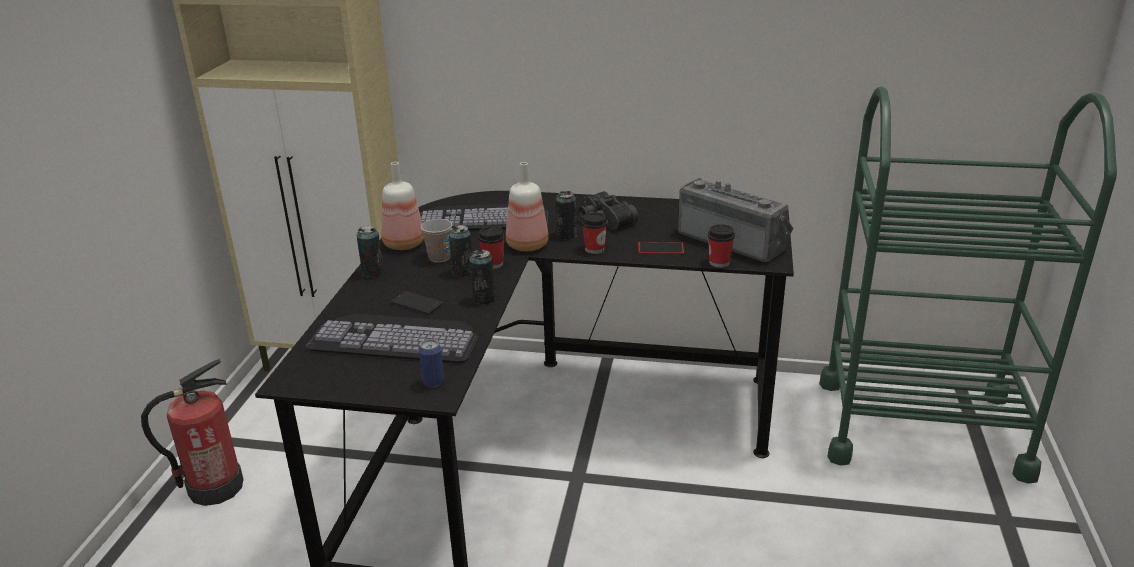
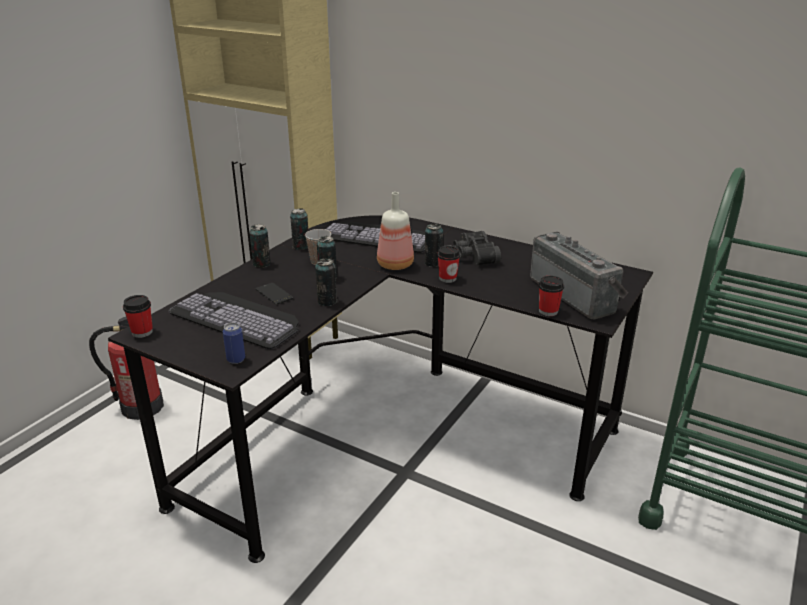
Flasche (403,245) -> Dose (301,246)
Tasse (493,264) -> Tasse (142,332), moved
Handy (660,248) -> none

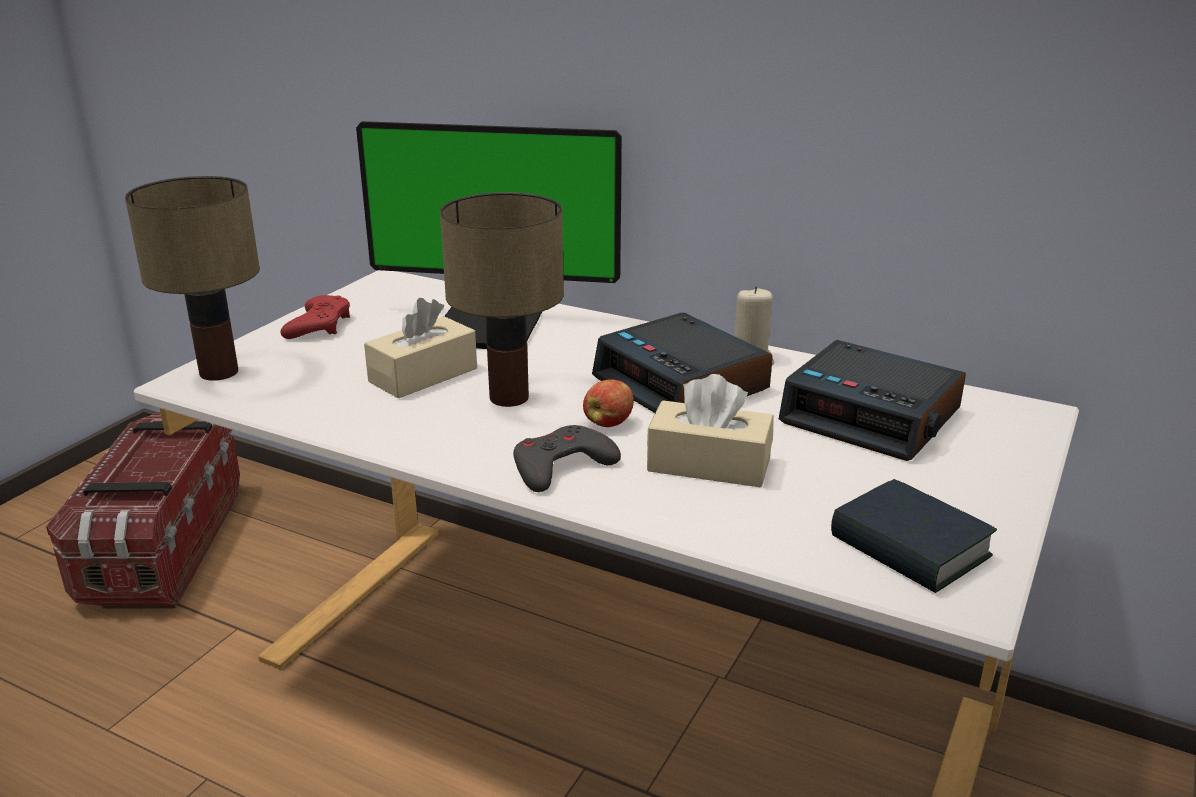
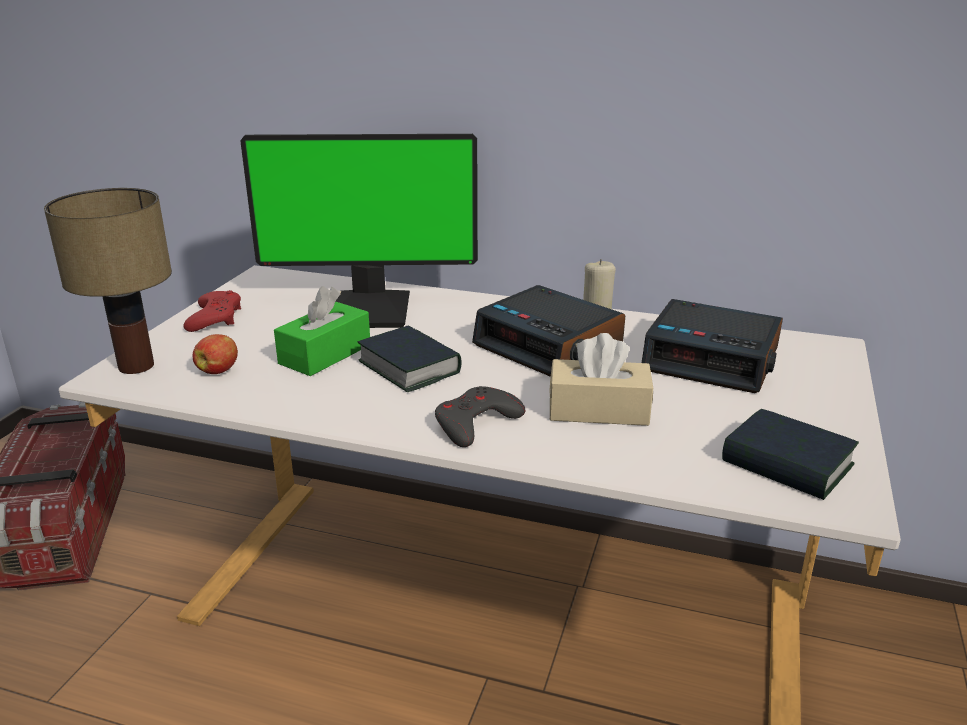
Taschentuchbox (beige) (423,375) -> Taschentuchbox (grün) (325,354)
Tischlampe (511,397) -> Buch (409,367)
Apfel (609,423) -> Apfel (219,371), moved

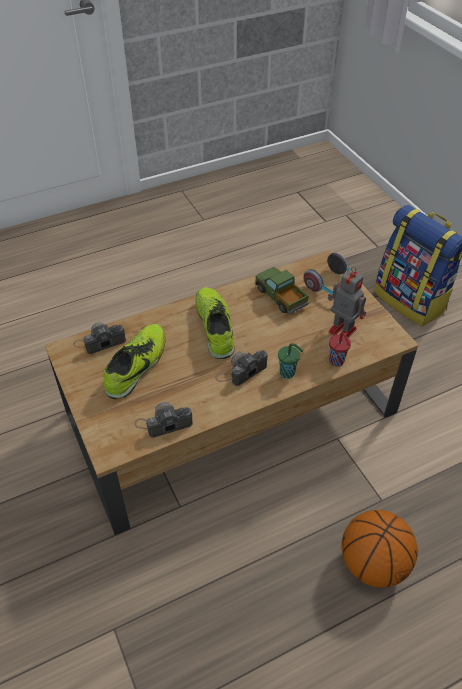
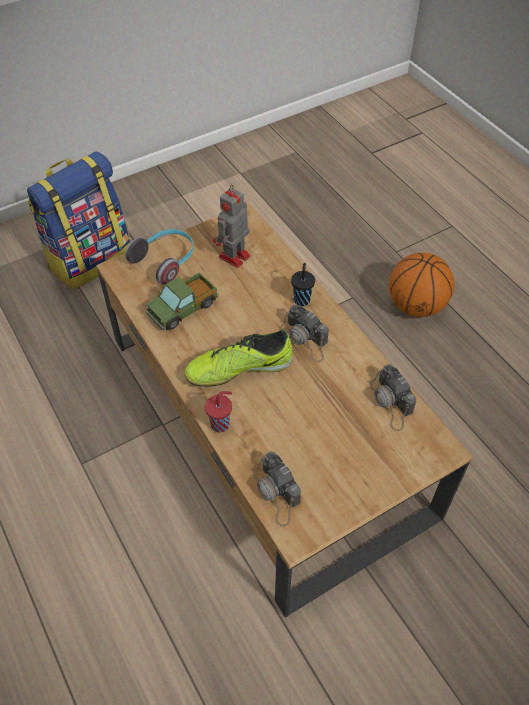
Schuh (137,366) -> none
Tasse (grün) (288,373) -> Tasse (schwarz) (302,299)
Tasse (rot) (337,362) -> Tasse (rot) (221,424), moved

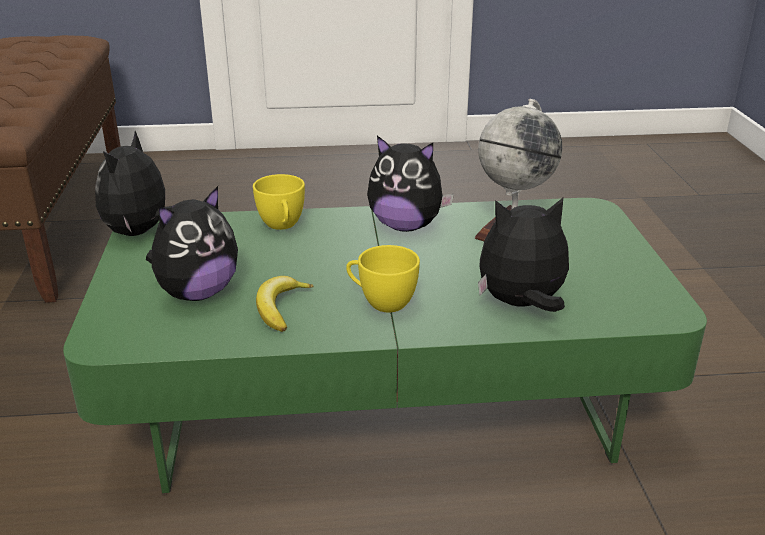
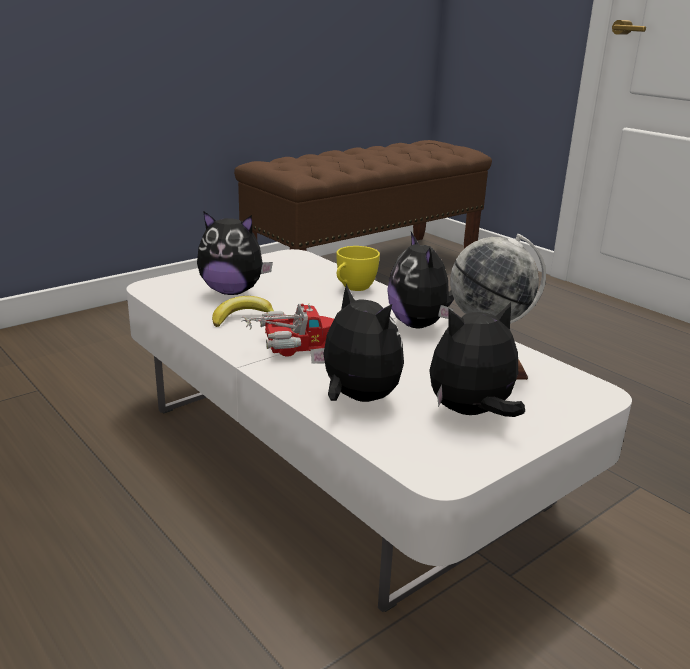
Couchtisch (grün) (382,394) -> Couchtisch (weiß) (340,454)
Plüschtier (141,232) -> Plüschtier (471,413), moved
Tasse (gelb) (381,302) -> Spielzeuglaster (291,346)

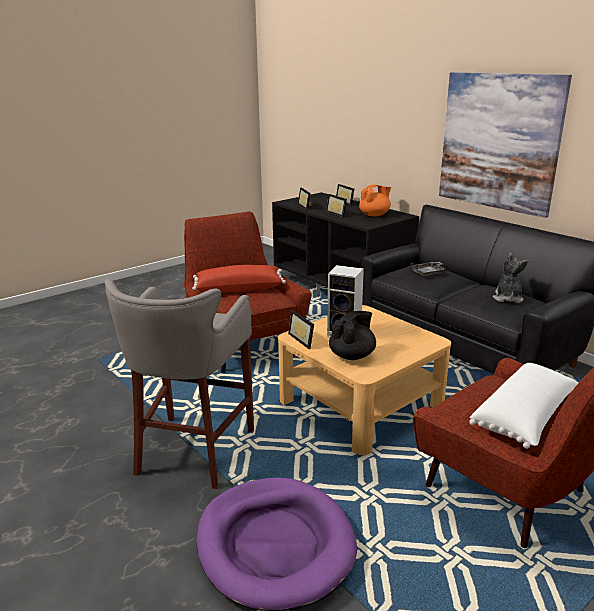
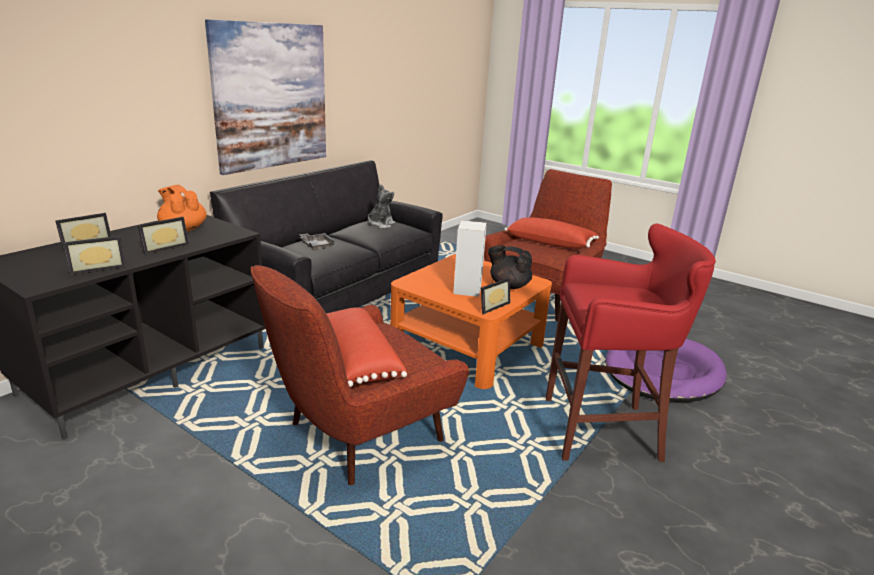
Hocker (grau) (192,453) -> Hocker (rot) (604,430)
Couchtisch (beige) (361,404) -> Couchtisch (orange) (467,346)
Kissen (weiß) (526,417) -> Kissen (rot) (550,243)
Plüschtier (507,298) -> Plüschtier (380,225), 120 degrees clockwise

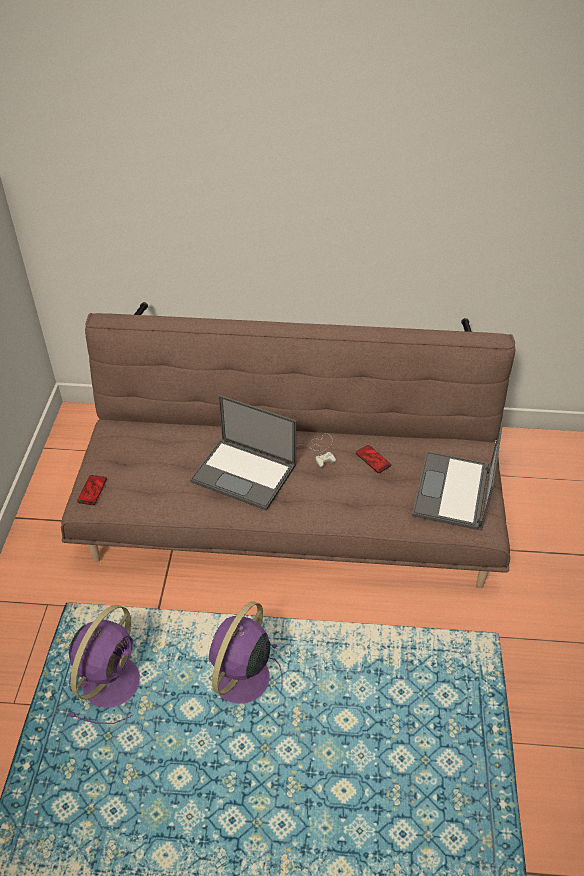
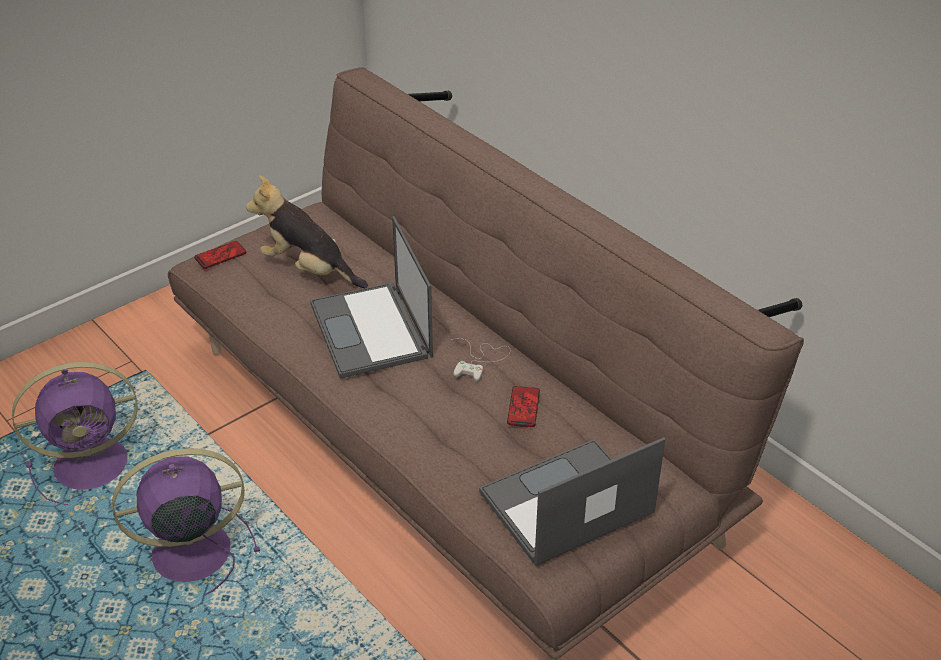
none -> Plüschtier (309,269)

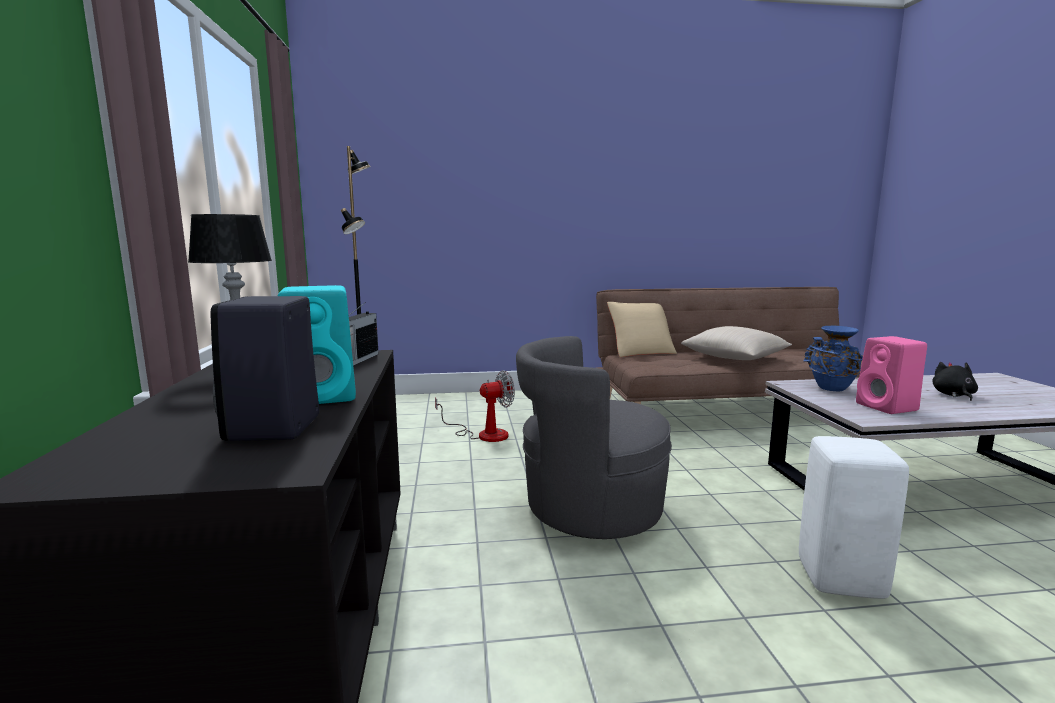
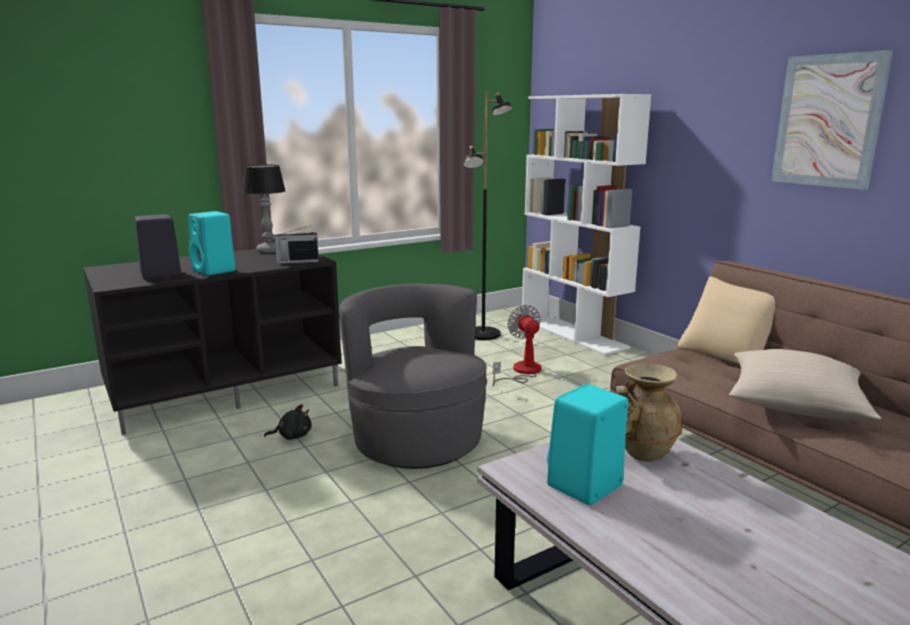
Ventilator (483,434) -> Ventilator (521,372), 150 degrees counterclockwise
Hocker (weiß) (839,580) -> none
Vase (blau) (831,389) -> Vase (beige) (641,453)
Lautsprecher (rosa) (888,407) -> Lautsprecher (türkis) (584,487)
Plüschtier (schwarz) (953,395) -> Plüschtier (schwarz) (292,436), moved
none -> Bücherregal (weiß) (573,334)
none -> Bild (827,121)

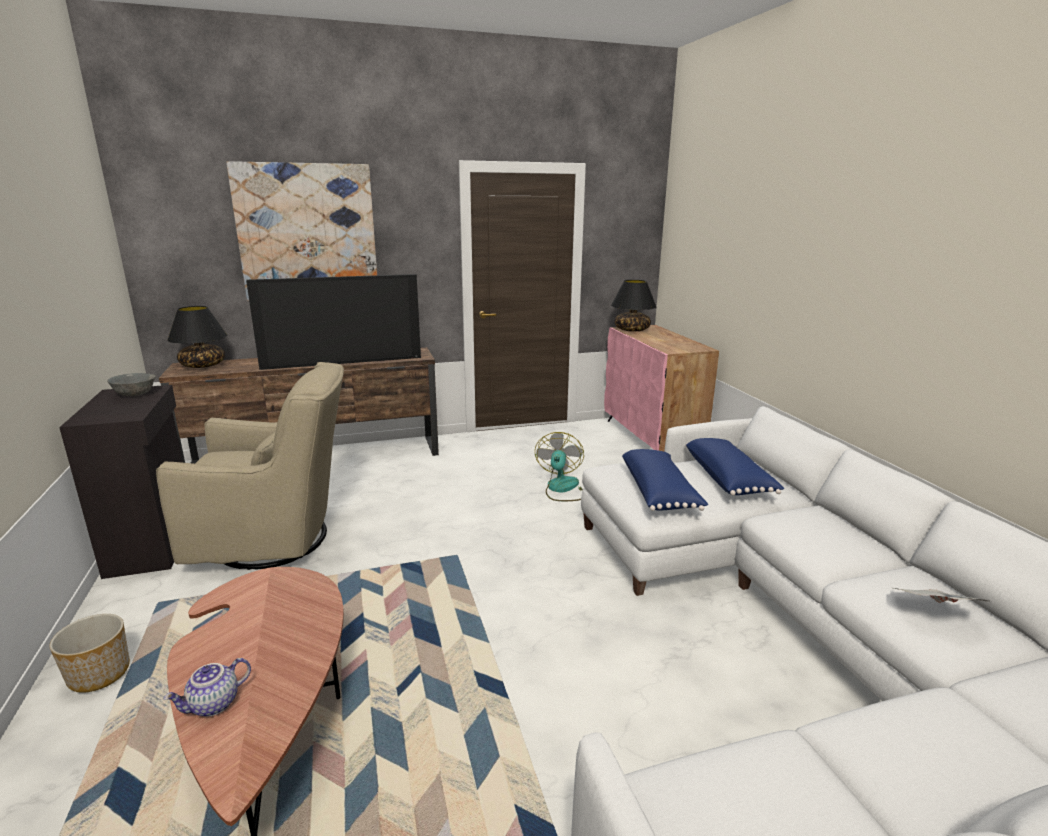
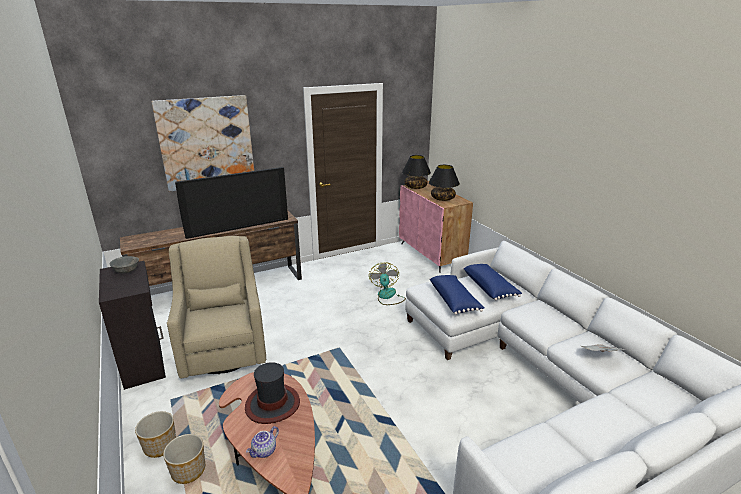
Sessel (beige) (277,540) -> Sessel (beige) (224,350), 90 degrees counterclockwise
Tischlampe (schwarz) (202,365) -> Tischlampe (schwarz) (442,199), moved
none -> Pflanzkübel (188,471)
none -> Hut (272,404)

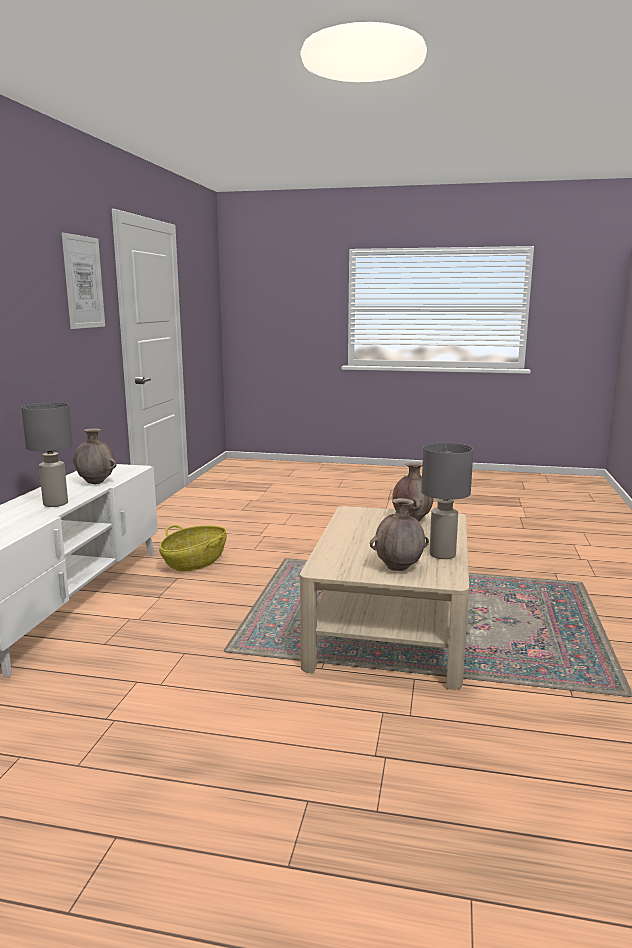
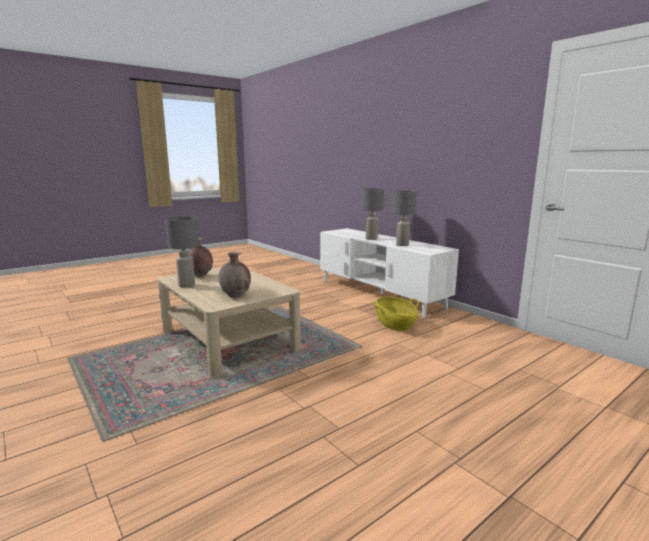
Bild (83,282) -> none
Vase (braun) (96,482) -> Tischlampe (grau) (402,245)

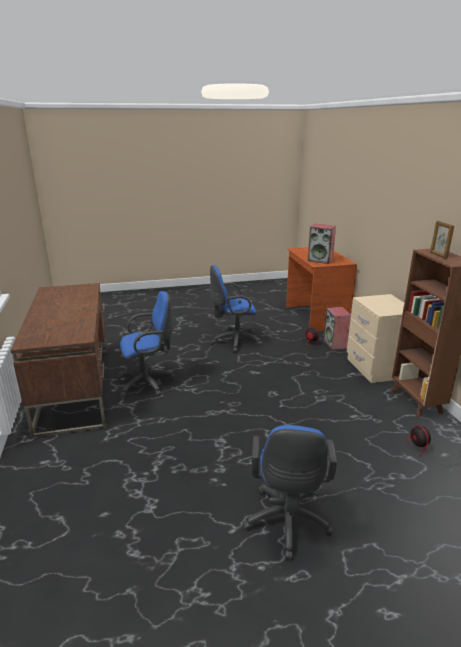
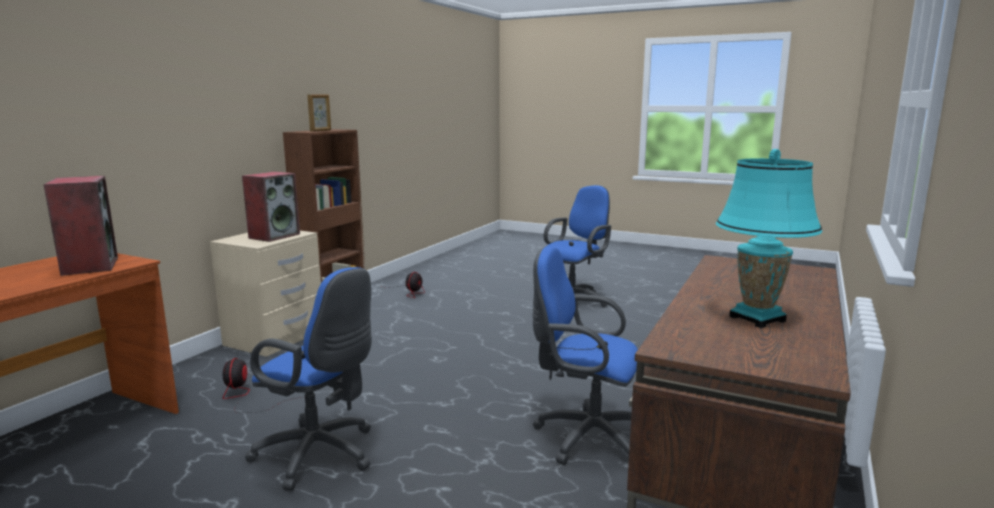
Lautsprecher (335,344) -> Lautsprecher (274,236), moved
none -> Tischlampe (türkis) (757,319)

